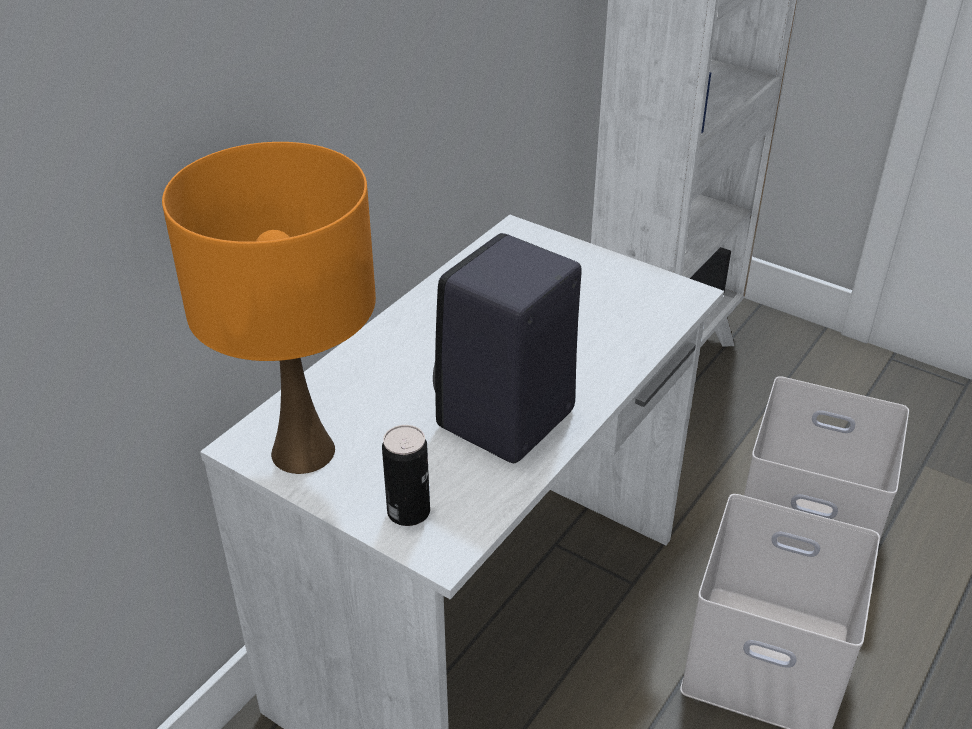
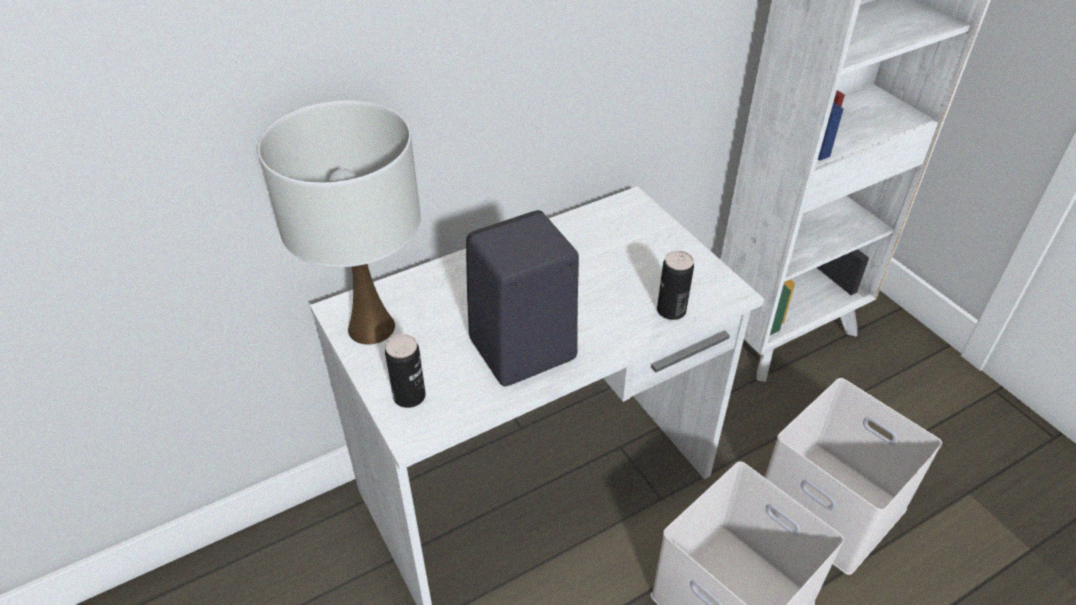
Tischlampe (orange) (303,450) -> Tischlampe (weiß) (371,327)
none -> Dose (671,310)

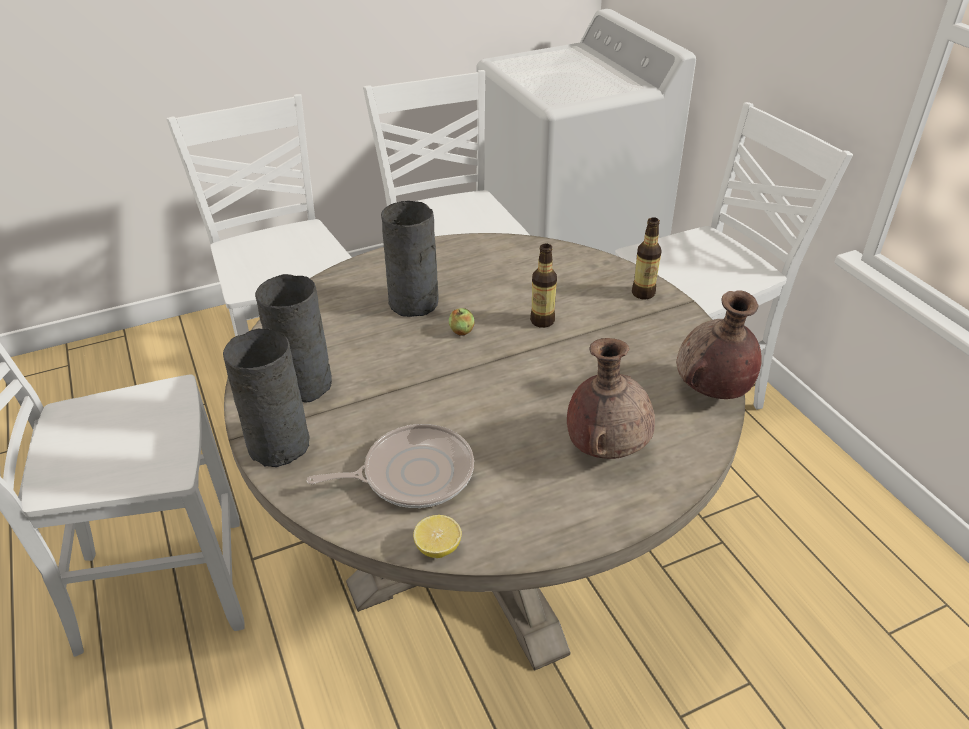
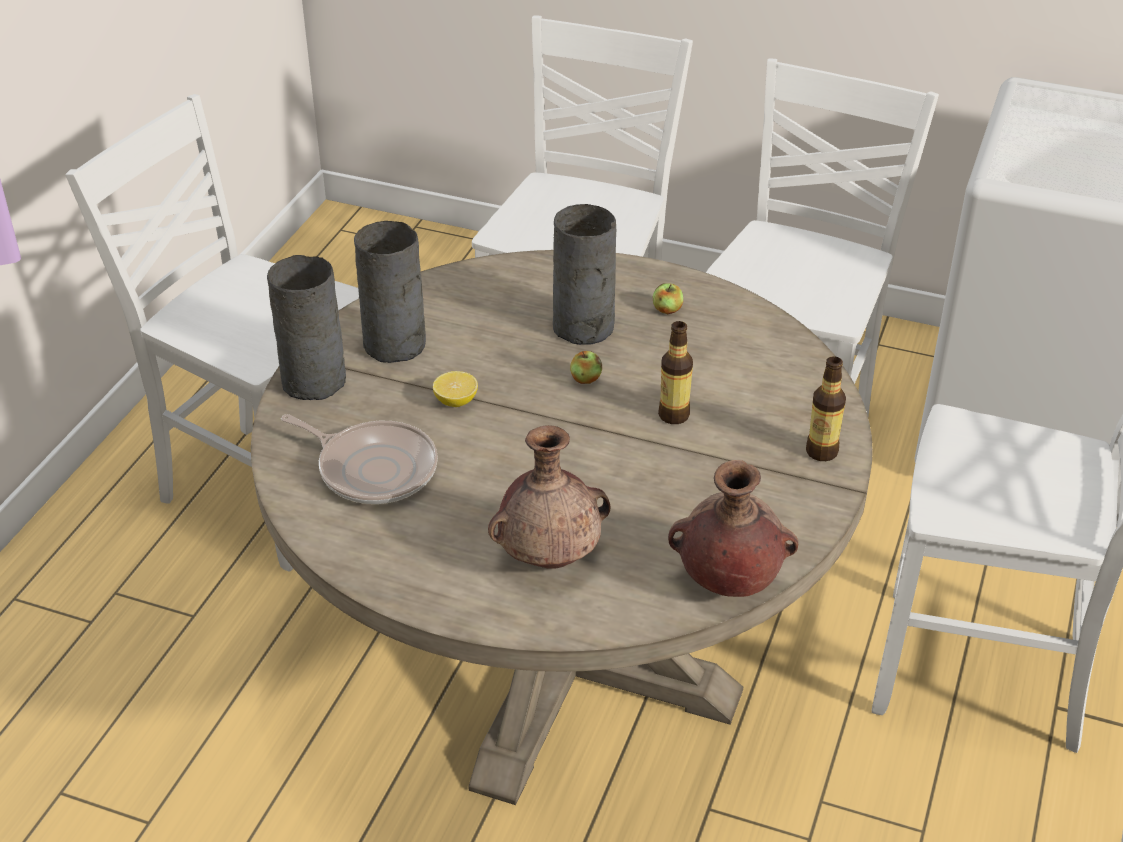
Zitrone (438,547) -> Zitrone (456,401), moved
none -> Apfel (667,310)

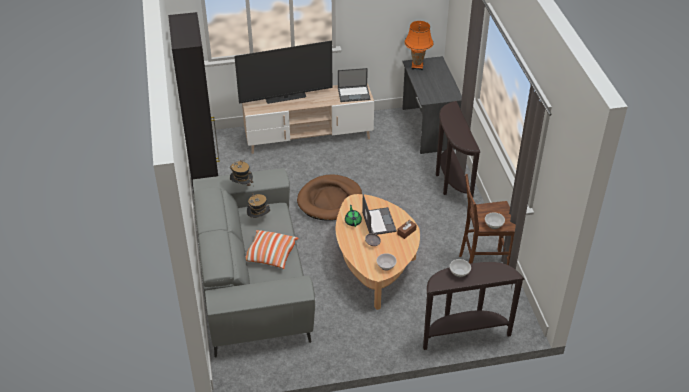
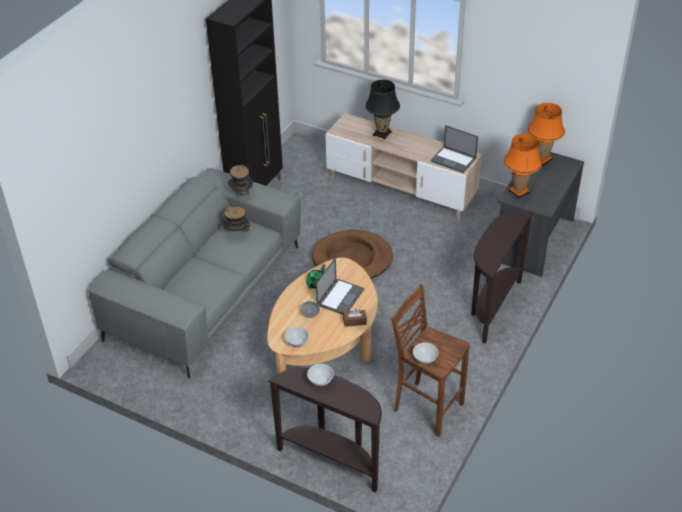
Fernseher (286,98) -> Tischlampe (schwarz) (382,134)
Kissen (271,255) -> none
none -> Tischlampe (orange) (518,192)

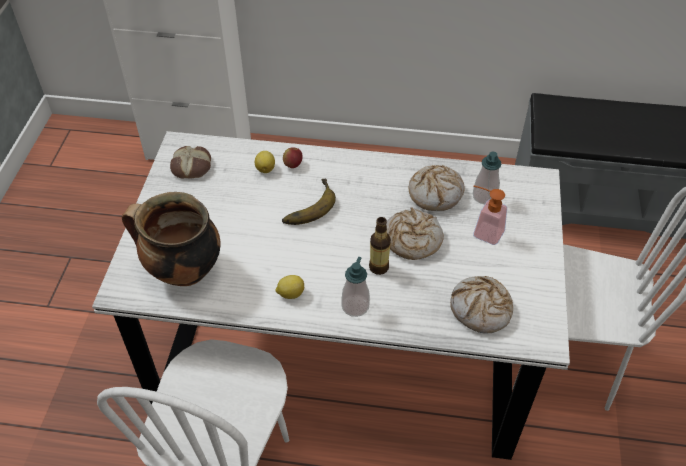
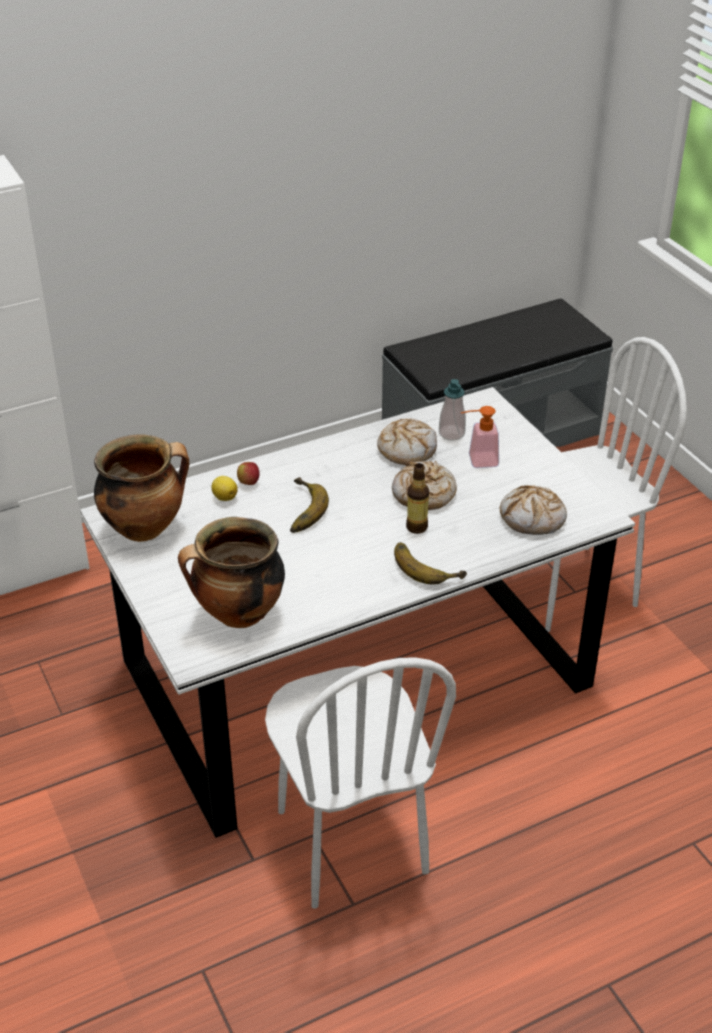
Brot (192,166) -> Kochtopf (145,527)
Zitrone (290,293) -> none
Seifenspender (355,306) -> Banane (427,565)

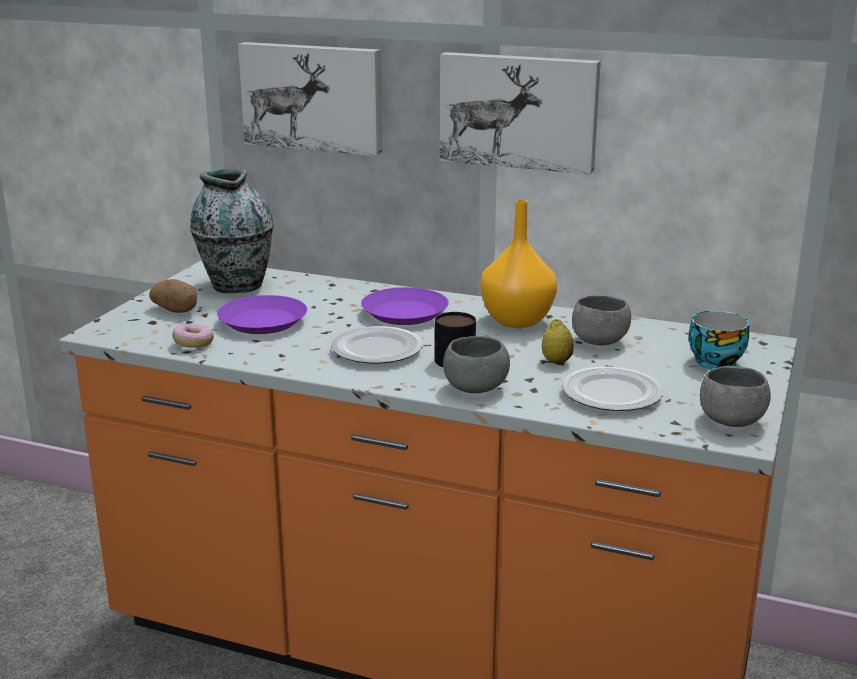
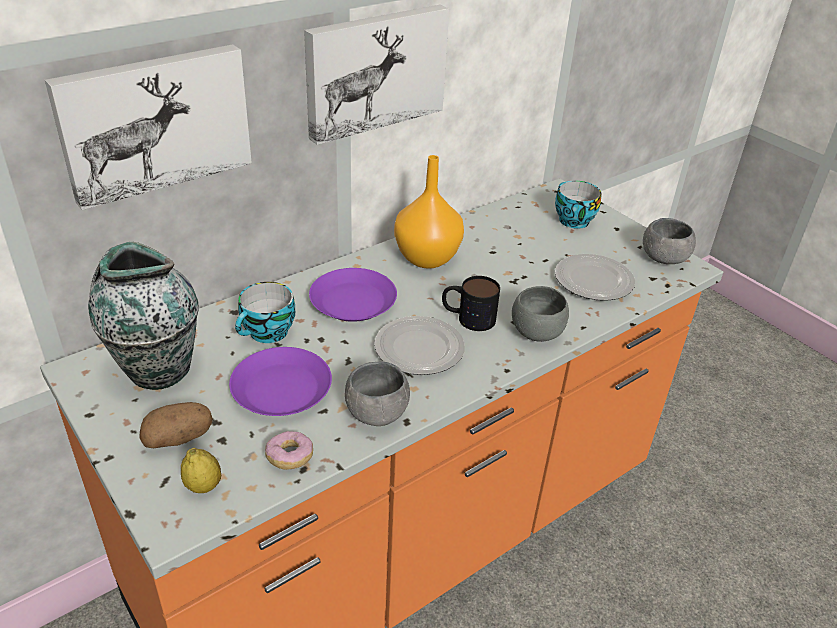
Zitrone (556,361) -> Zitrone (203,486), moved
Schüssel (grau) (599,341) -> Schüssel (grau) (377,413), moved
none -> Tasse (267,333)

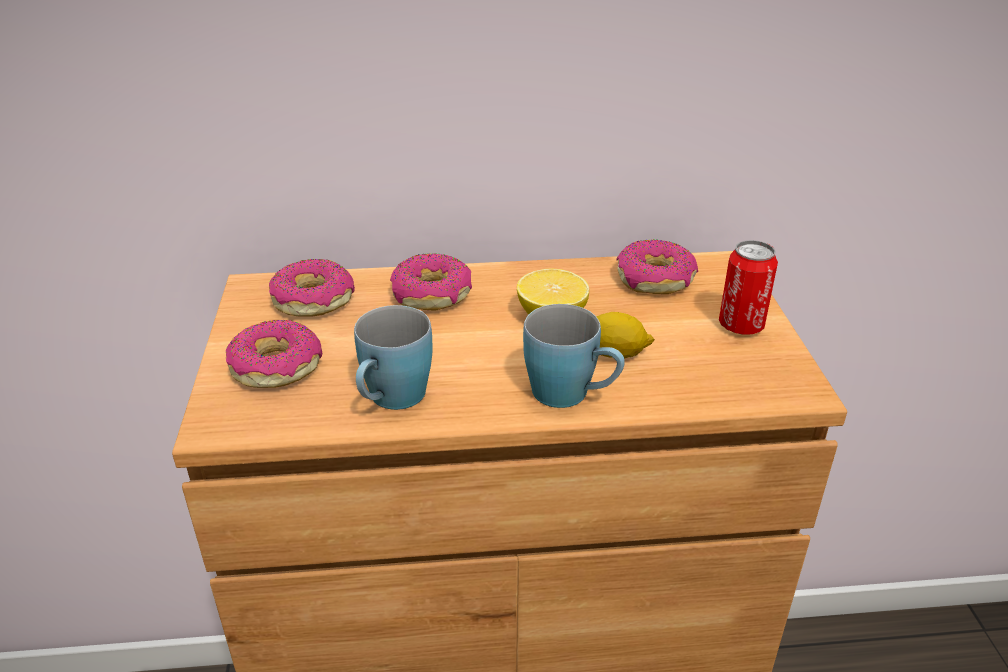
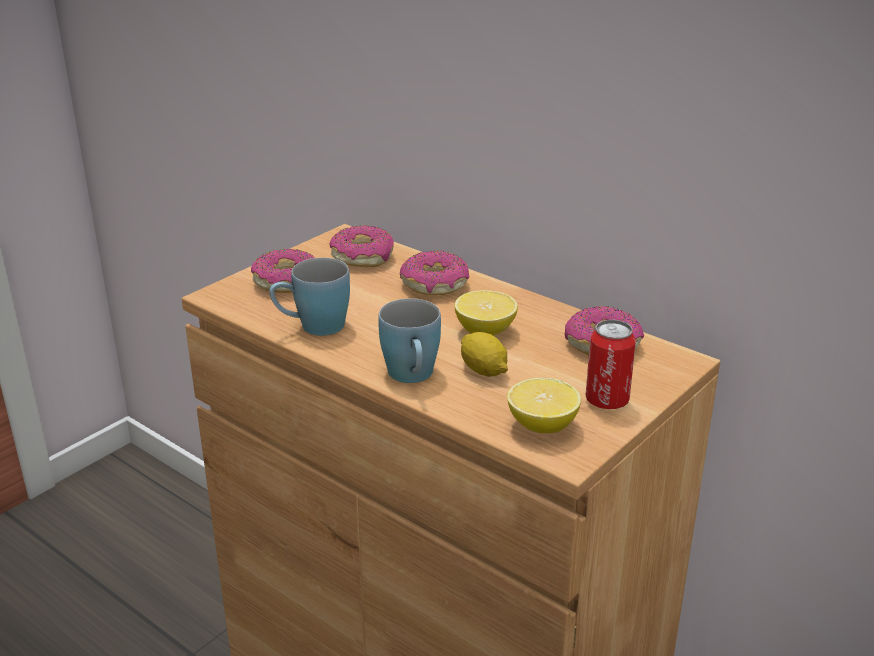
none -> Zitrone (542,425)

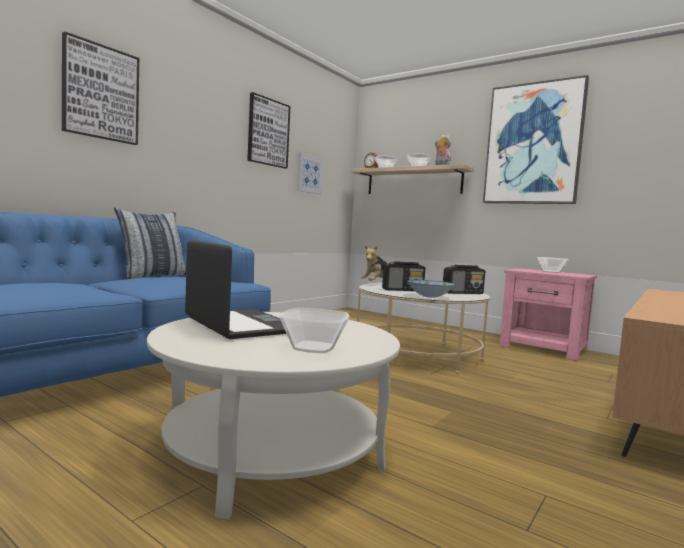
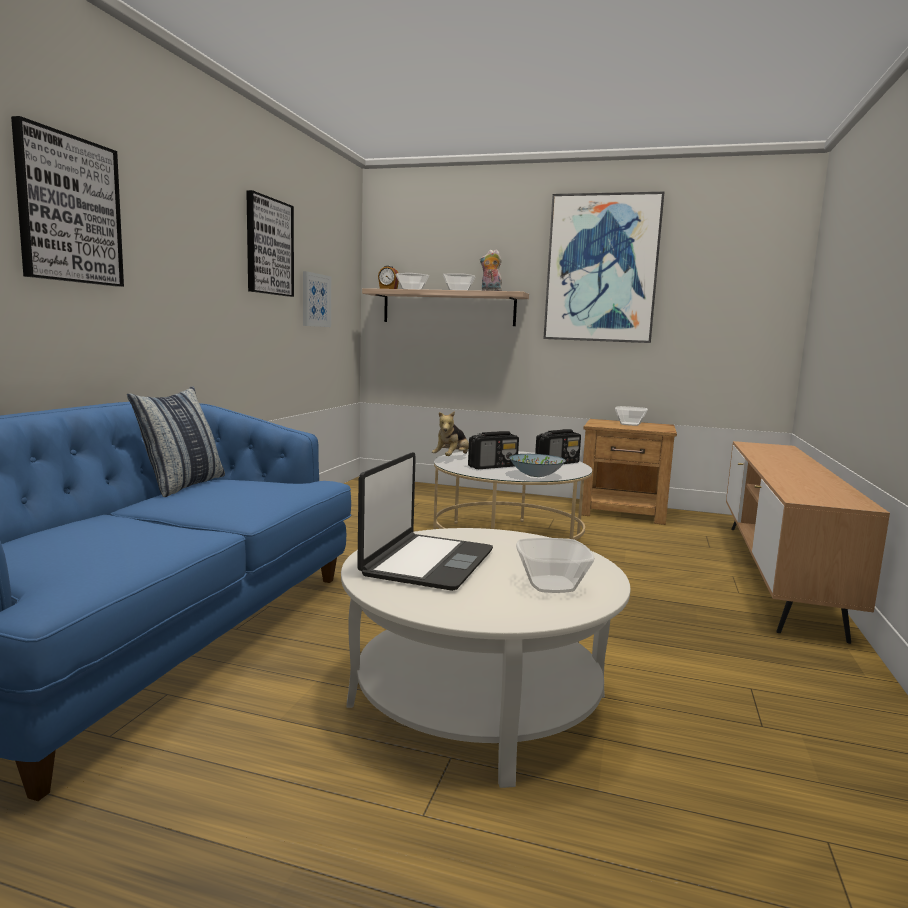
Laptop (240,326) -> Laptop (427,563), 75 degrees clockwise
Nachttisch (rosa) (544,348) -> Nachttisch (braun) (624,512)

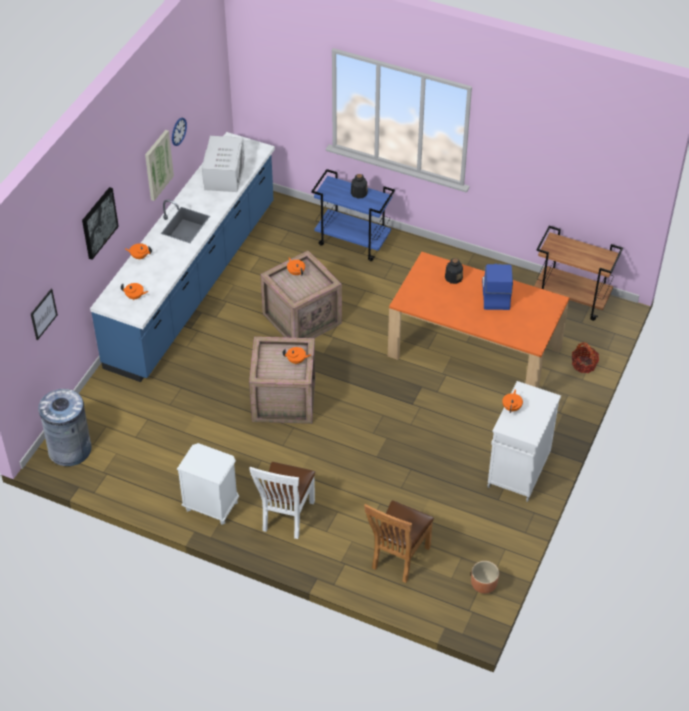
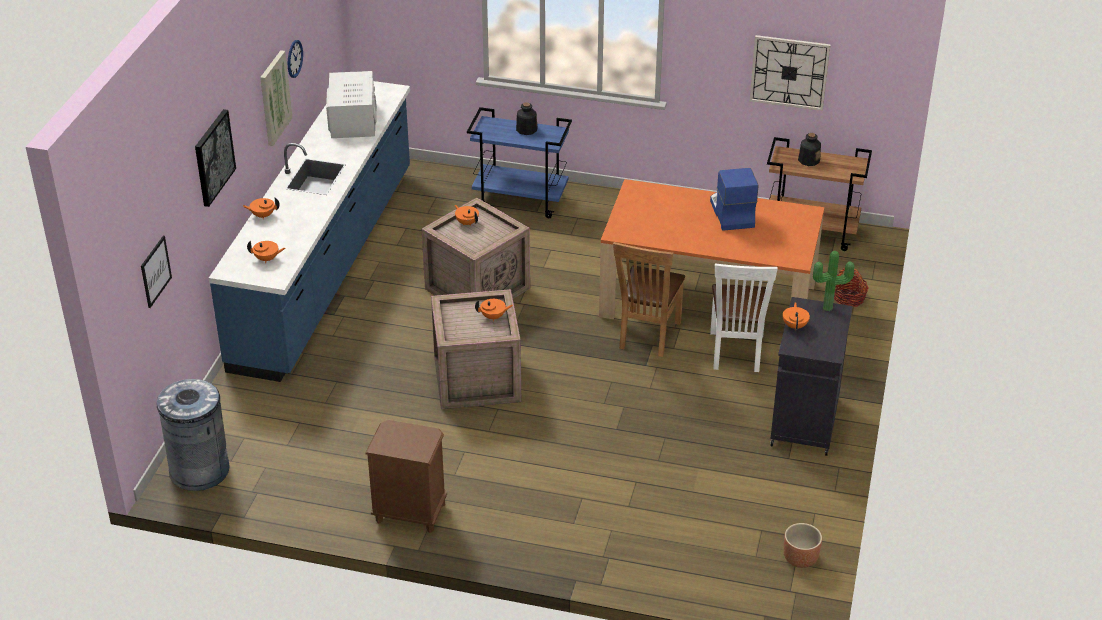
Nachttisch (weiß) (211,506) -> Nachttisch (braun) (409,513)
Stuhl (weiß) (286,518) -> Stuhl (weiß) (736,354), moved
Stuhl (braun) (398,559) -> Stuhl (braun) (647,337), moved
Flasche (453,277) -> Flasche (808,160), moved
Schrank (weiß) (518,471) -> Schrank (schwarz) (804,423)
none -> Wanduhr (789,72)
none -> Topfpflanze (828,309)

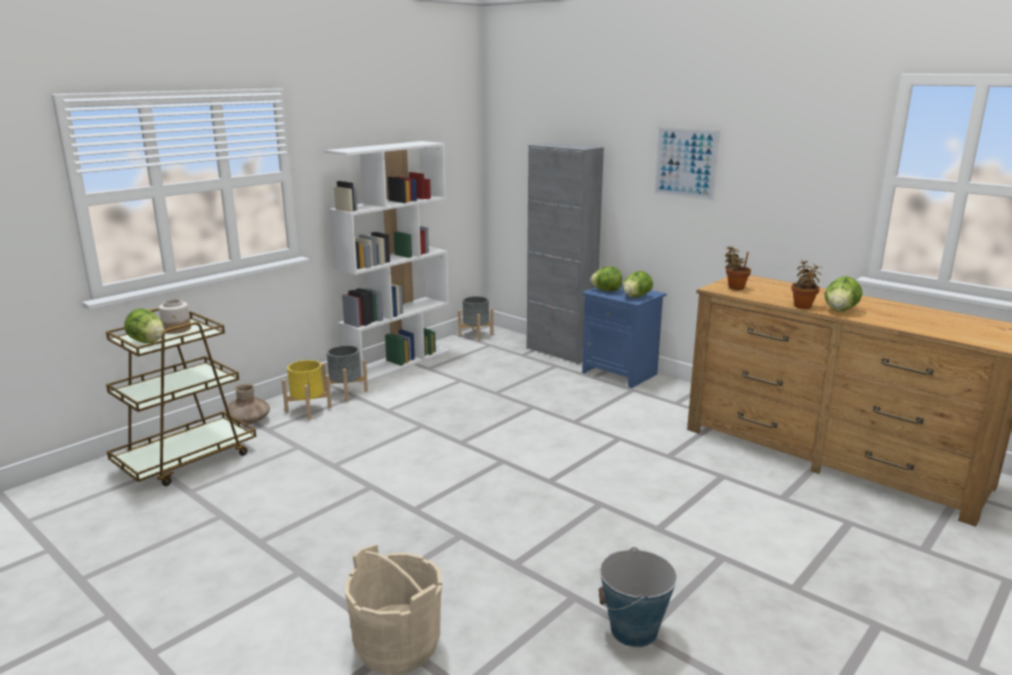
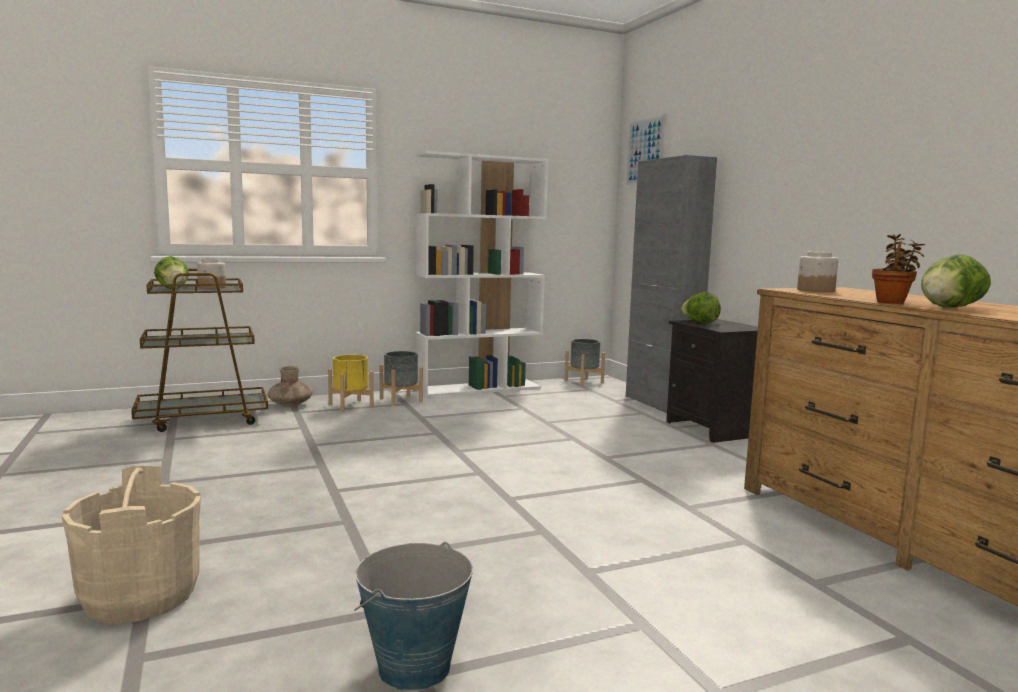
Nachttisch (blau) (621,373) -> Nachttisch (schwarz) (714,429)
Salatkopf (636,297) -> none
Bild (685,163) -> Bild (645,151), moved
Topfpflanze (735,287) -> Vorratsglas (815,290)

